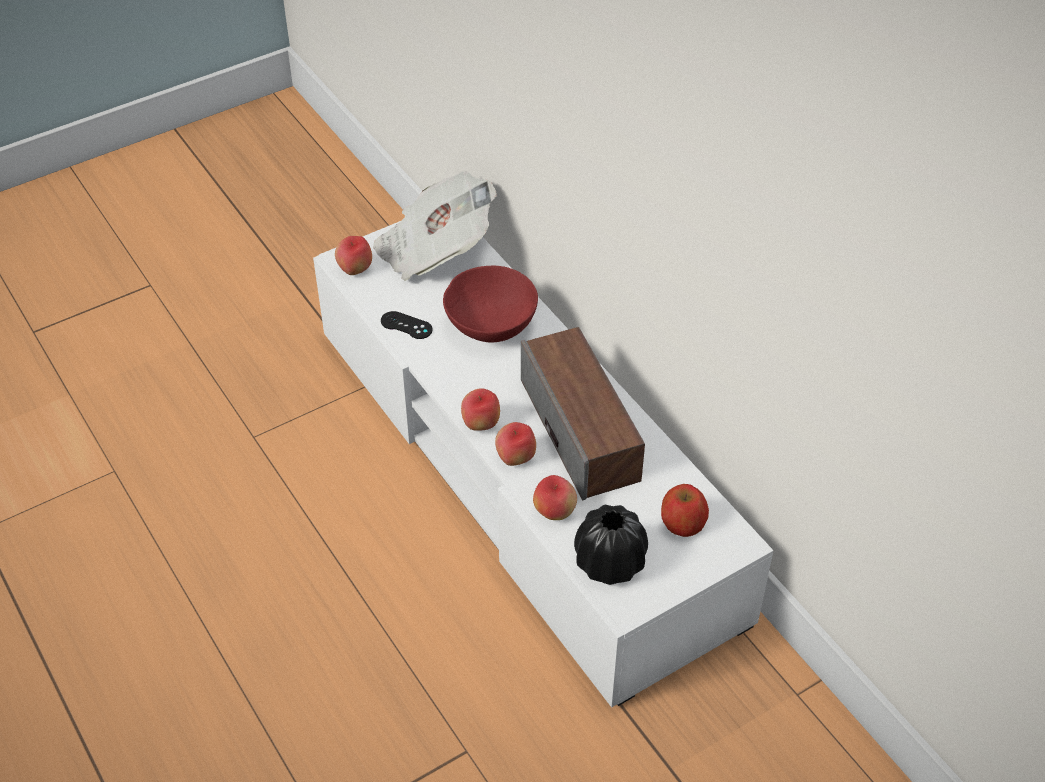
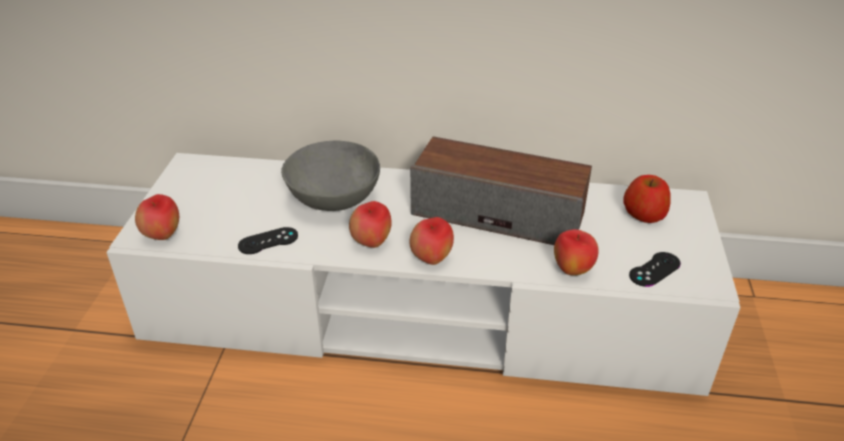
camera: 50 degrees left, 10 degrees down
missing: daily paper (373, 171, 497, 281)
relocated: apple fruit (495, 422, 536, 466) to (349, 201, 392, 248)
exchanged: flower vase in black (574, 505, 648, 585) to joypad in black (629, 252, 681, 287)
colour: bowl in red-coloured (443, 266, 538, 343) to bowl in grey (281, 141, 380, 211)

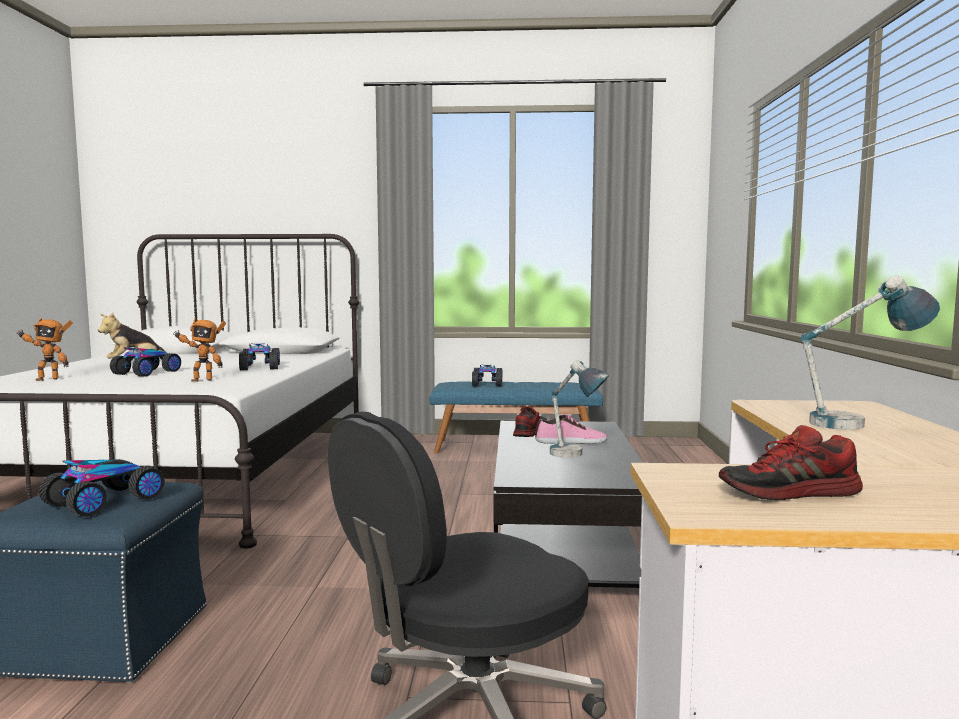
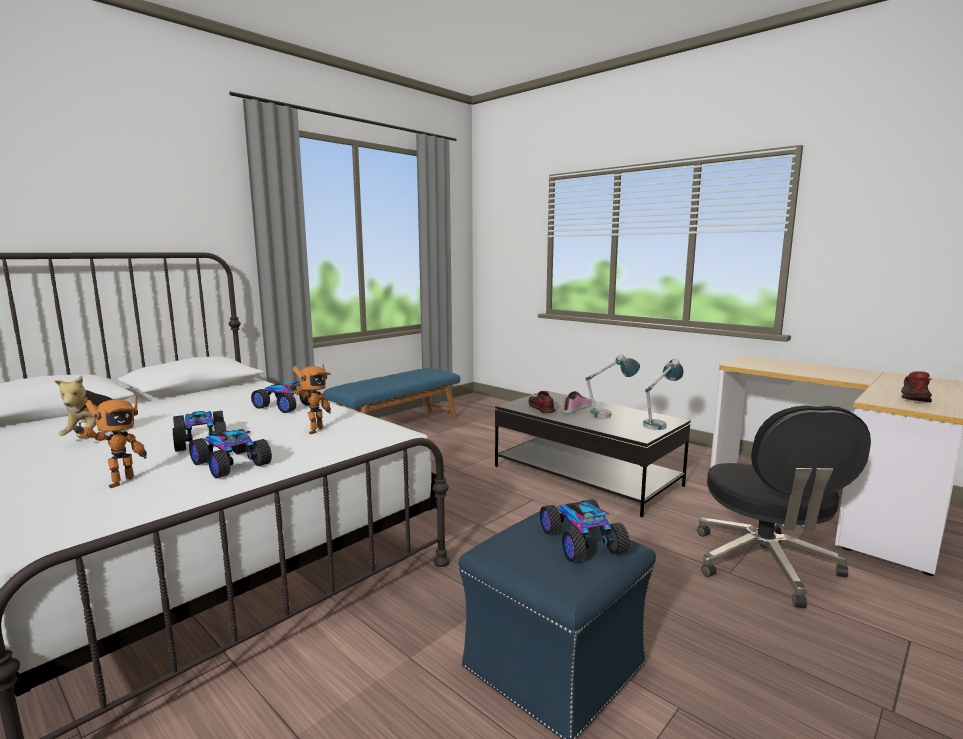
camera: 50 degrees left, 5 degrees up
relocated: miniature car (472, 365, 502, 386) to (189, 429, 272, 478); lamp for a table (800, 276, 940, 430) to (643, 359, 684, 430)

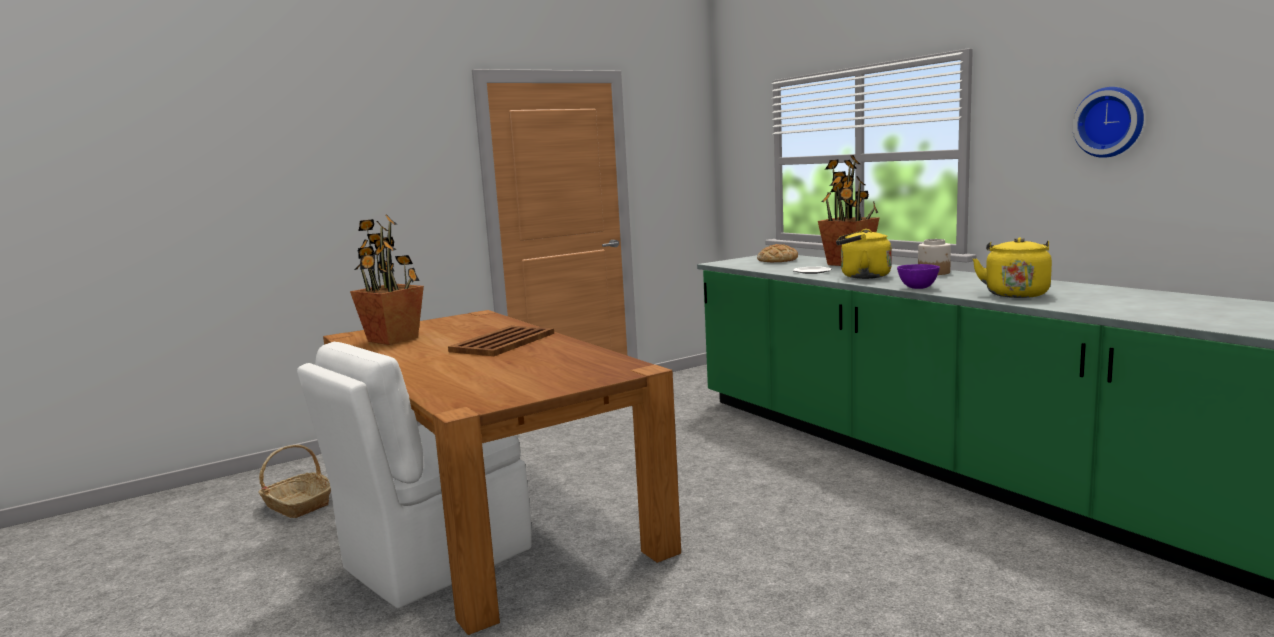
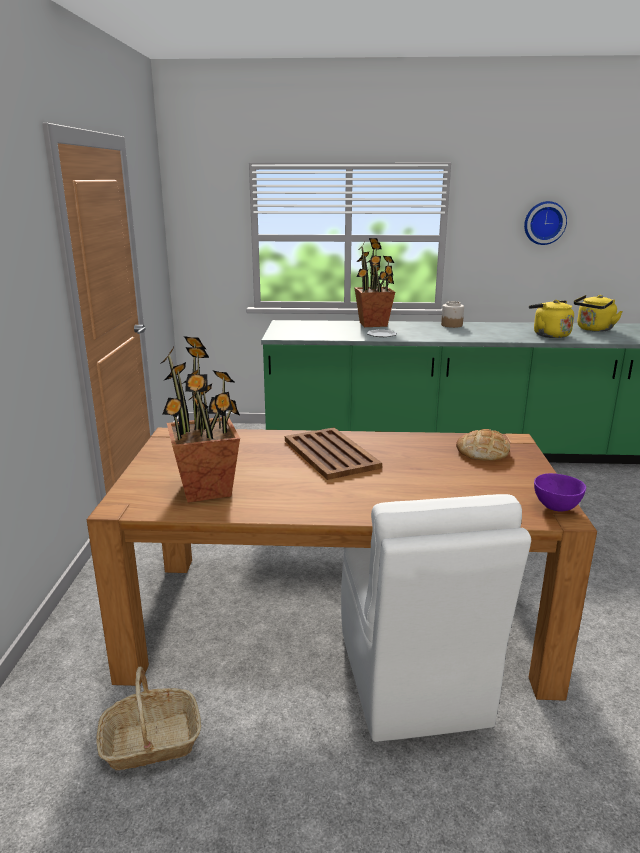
camera: 55 degrees left, 10 degrees up
relocated: baked bread (757, 244, 798, 262) to (456, 429, 510, 461); tea kettle in yellow (836, 229, 892, 279) to (574, 295, 623, 332); bowl in purple-coloured (897, 264, 940, 289) to (534, 473, 586, 511)

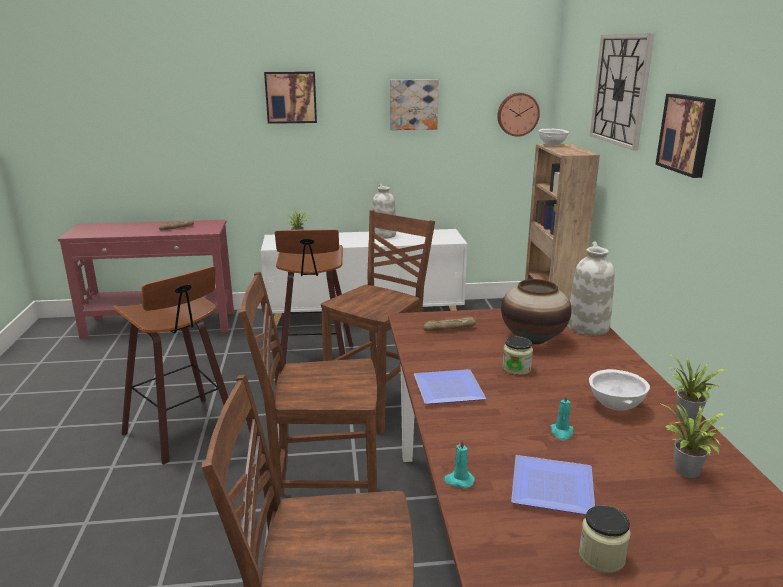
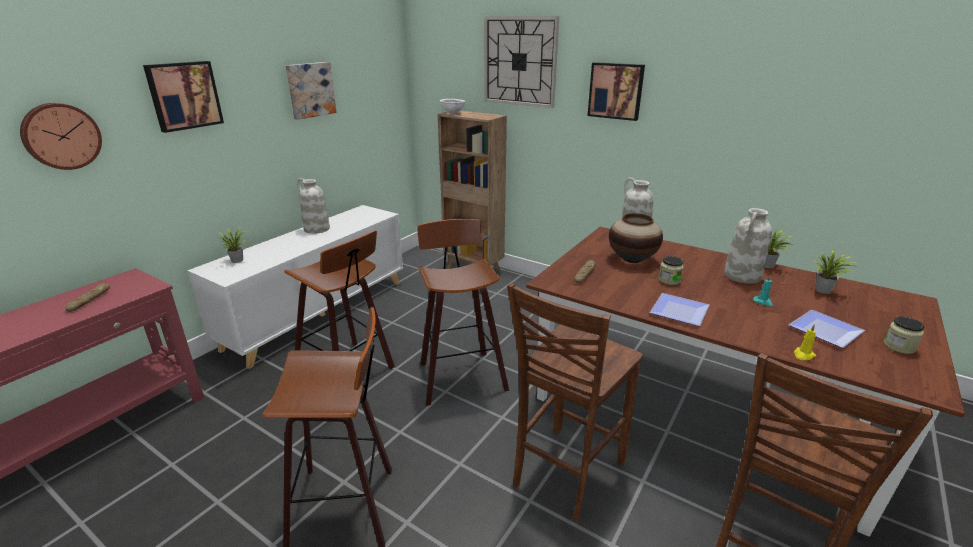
camera: 50 degrees left, 5 degrees up
relocated: hanging clock (497, 93, 540, 137) to (20, 103, 102, 170)
exchanged: upright chair in brown (321, 210, 435, 435) to stool (417, 219, 509, 406); bowl in white-coloured (589, 369, 650, 411) to flower vase in white-coloured (724, 208, 772, 284)
colour: candle in blue-green (443, 438, 475, 488) to candle in yellow (794, 324, 816, 360)

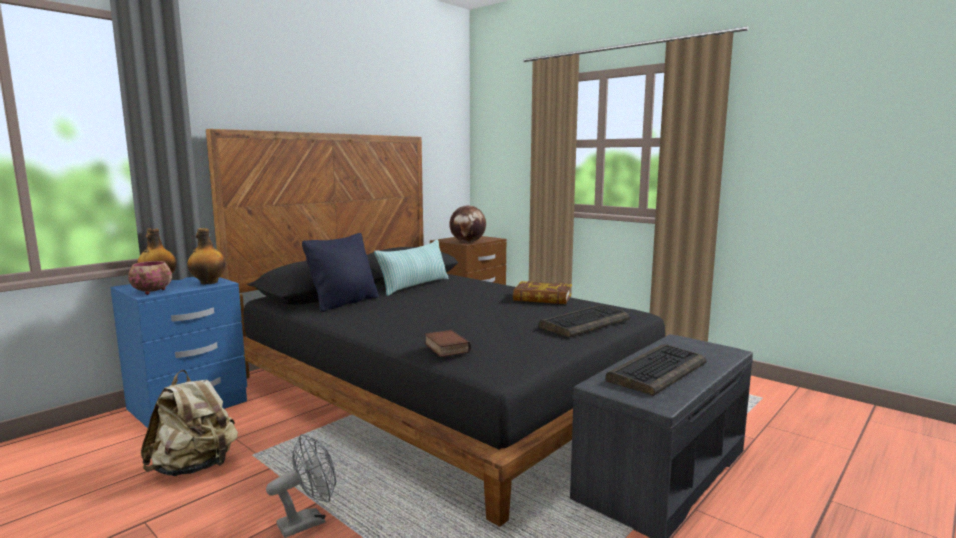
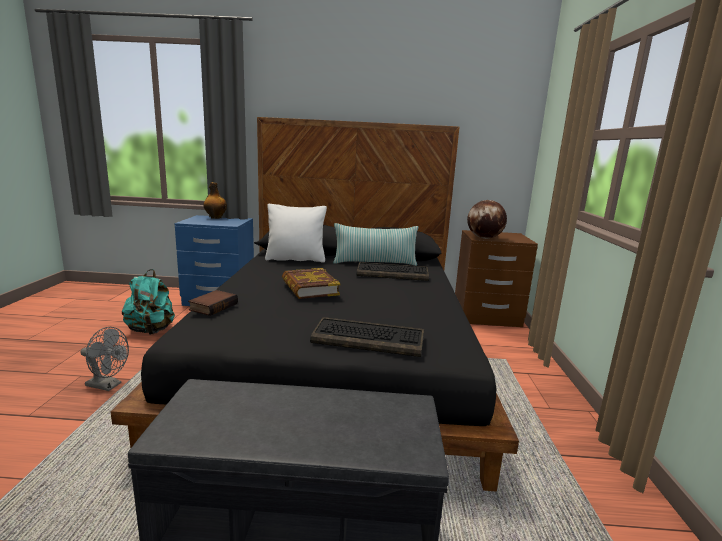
camera: 50 degrees right, 5 degrees up
missing: bowl (128, 261, 172, 295); drink bottle (187, 228, 226, 284)
relocated: bound book (513, 281, 572, 304) to (282, 268, 341, 299); PC keyboard (606, 344, 707, 396) to (356, 262, 429, 281)
colour: knapsack in beige (141, 370, 238, 476) to knapsack in blue-green (122, 269, 175, 335); cushion in black (302, 233, 379, 312) to cushion in white-coloured (265, 204, 327, 263)

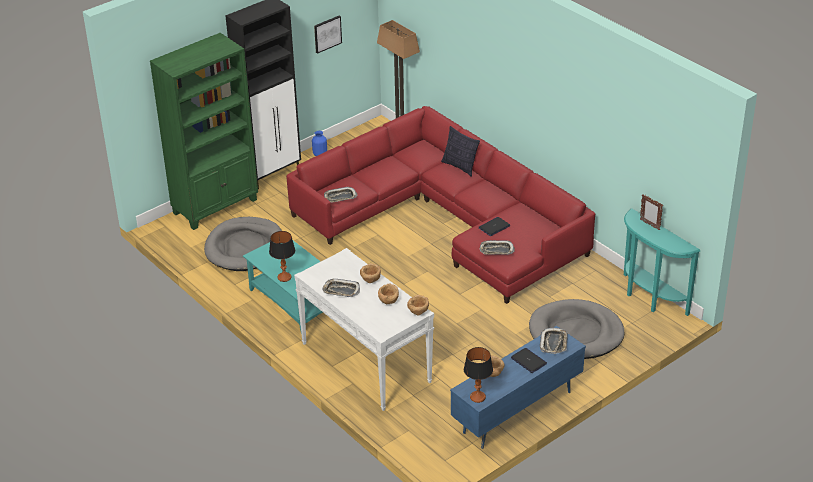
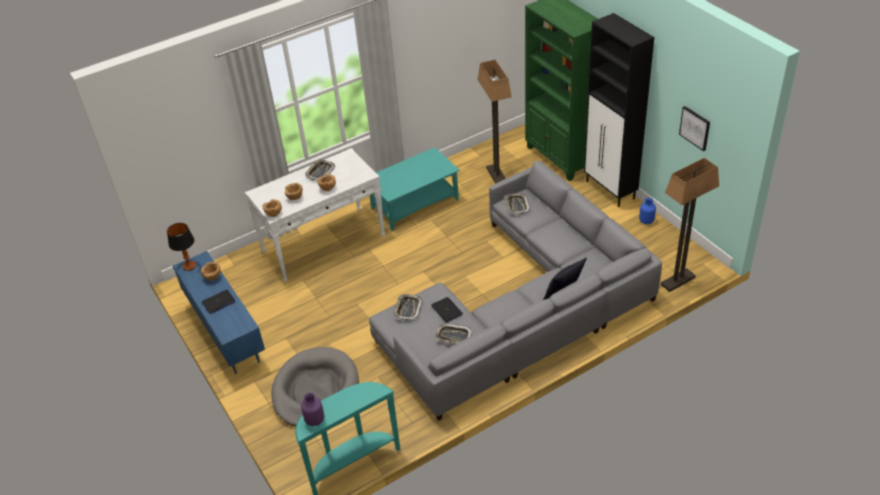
camera: 100 degrees right, 5 degrees up
missing: lamp for a table (269, 231, 295, 282); standing frame (640, 194, 663, 230)
appeared: flower vase in purple-coloured (301, 393, 325, 426)
relocated: carrying tray (540, 328, 568, 354) to (435, 323, 472, 344)
exchanged: dog bed in grey (204, 217, 282, 271) to standing lamp (478, 60, 512, 184)
colour: settee in red-coloured (286, 106, 595, 304) to settee in grey (369, 161, 662, 421)

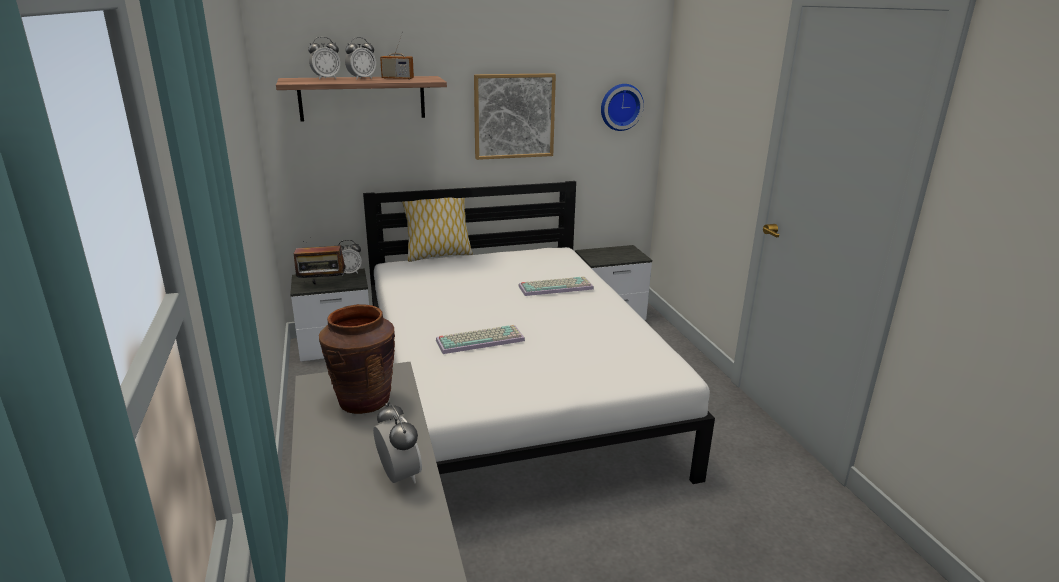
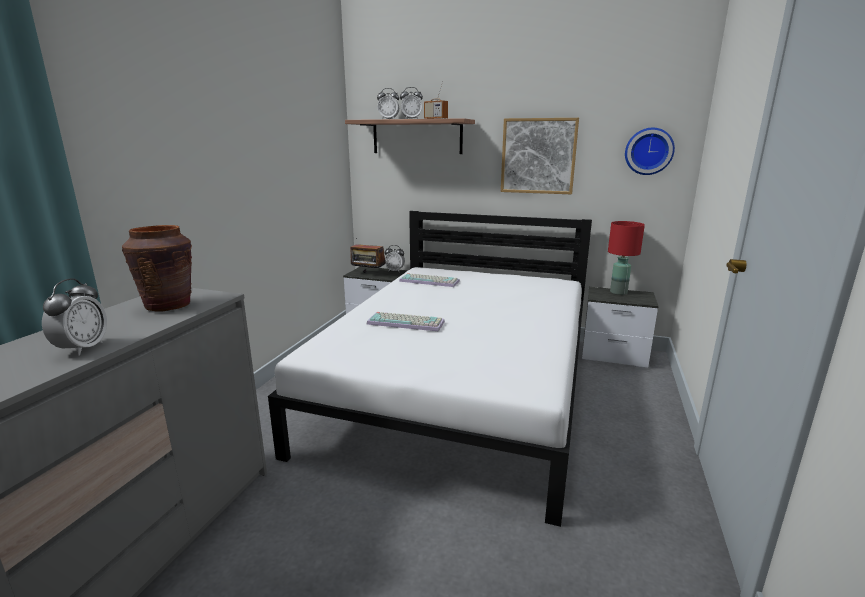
camera: 35 degrees right, 5 degrees down
missing: cushion (402, 198, 473, 262)
appeared: lamp for a table in red-coloured (608, 221, 645, 295)
relocated: PC keyboard (519, 276, 594, 296) to (399, 273, 460, 287)

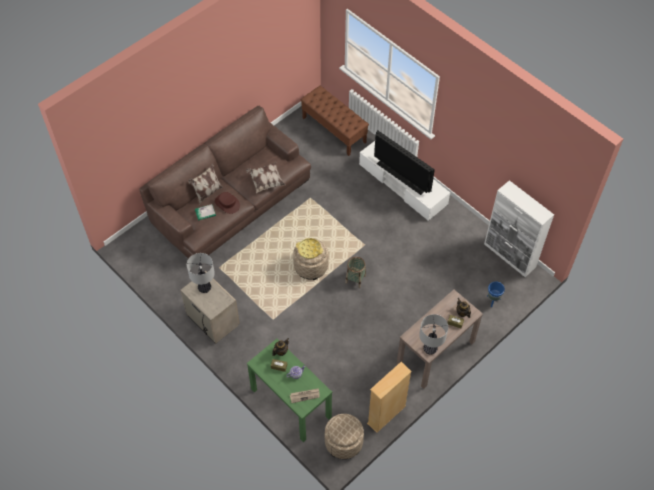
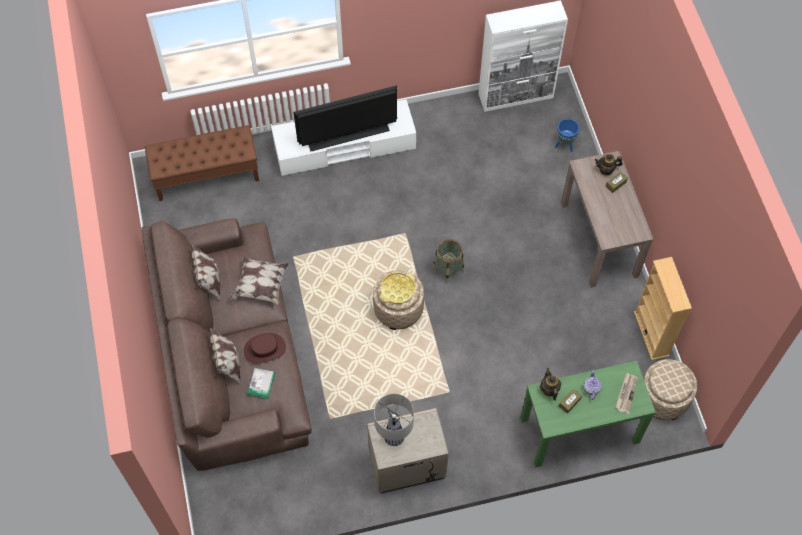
camera: 60 degrees left, 5 degrees up
missing: lamp for a table (419, 314, 448, 355)
appeared: cushion (191, 244, 221, 302)

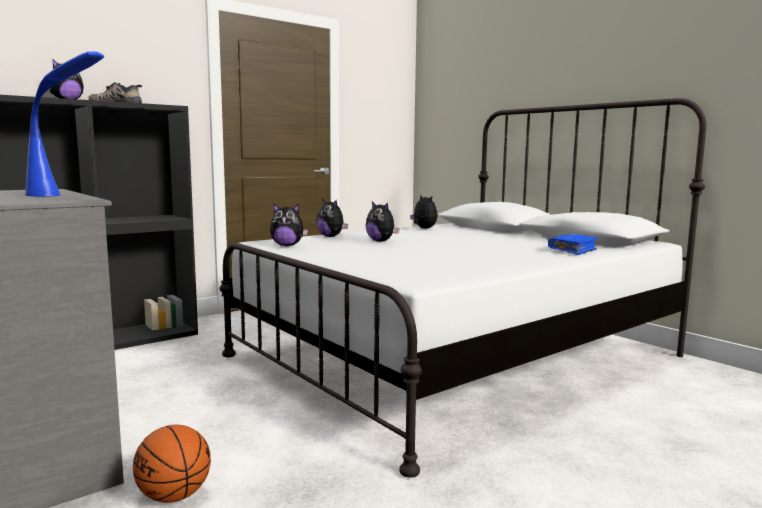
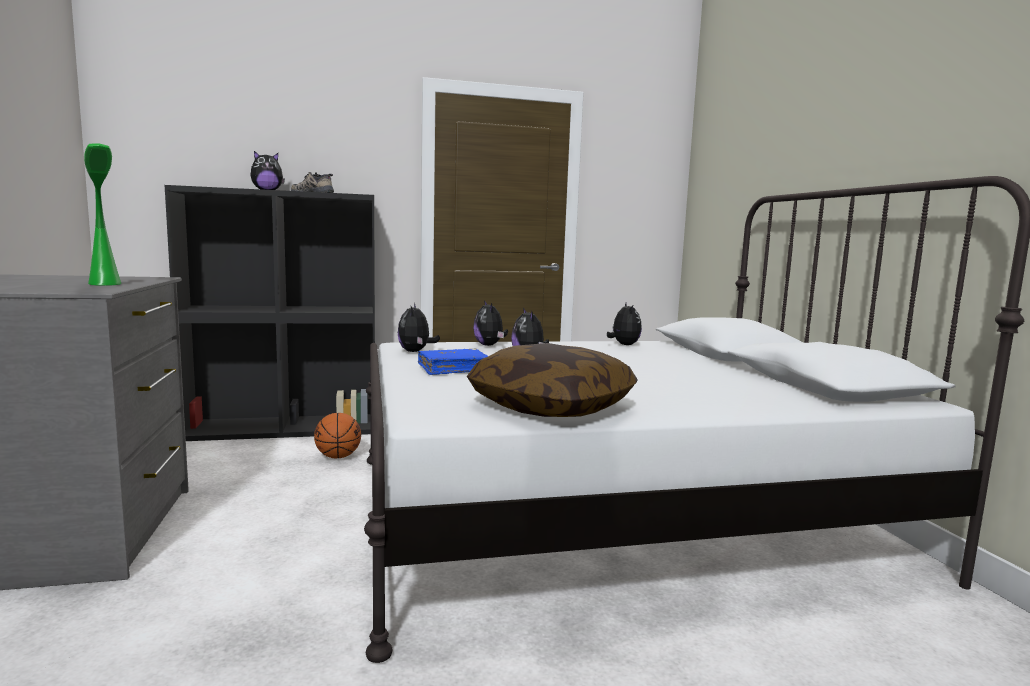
camera: 25 degrees right, 0 degrees up
appeared: cushion (467, 343, 638, 417)
relocated: ball for basketball (133, 425, 211, 503) to (314, 413, 361, 458); bound book in blue-coloured (548, 234, 598, 255) to (418, 349, 488, 375)
colour: lamp for a table in blue-coloured (25, 51, 104, 197) to lamp for a table in green (84, 143, 121, 286)
spun: soft toy (270, 204, 308, 246) = (398, 303, 440, 352) 60 degrees clockwise

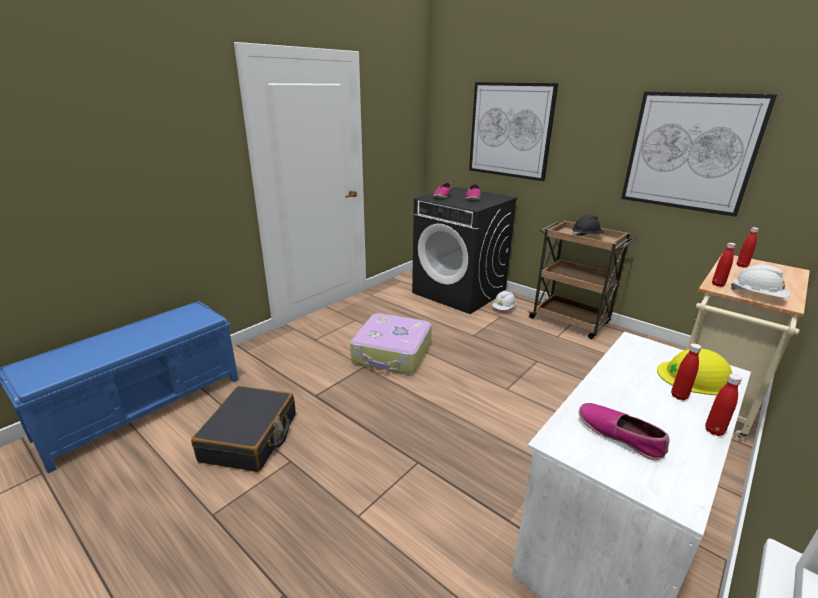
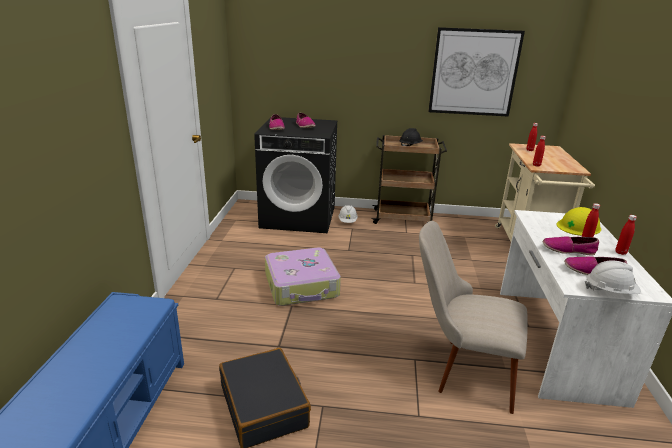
camera: 35 degrees left, 0 degrees up
missing: wall picture (469, 82, 558, 181)
appeared: upright chair in beige (419, 221, 528, 414); shoe (543, 237, 599, 256)
relocated: work helmet in white-coloured (731, 264, 790, 298) to (585, 260, 641, 294)

